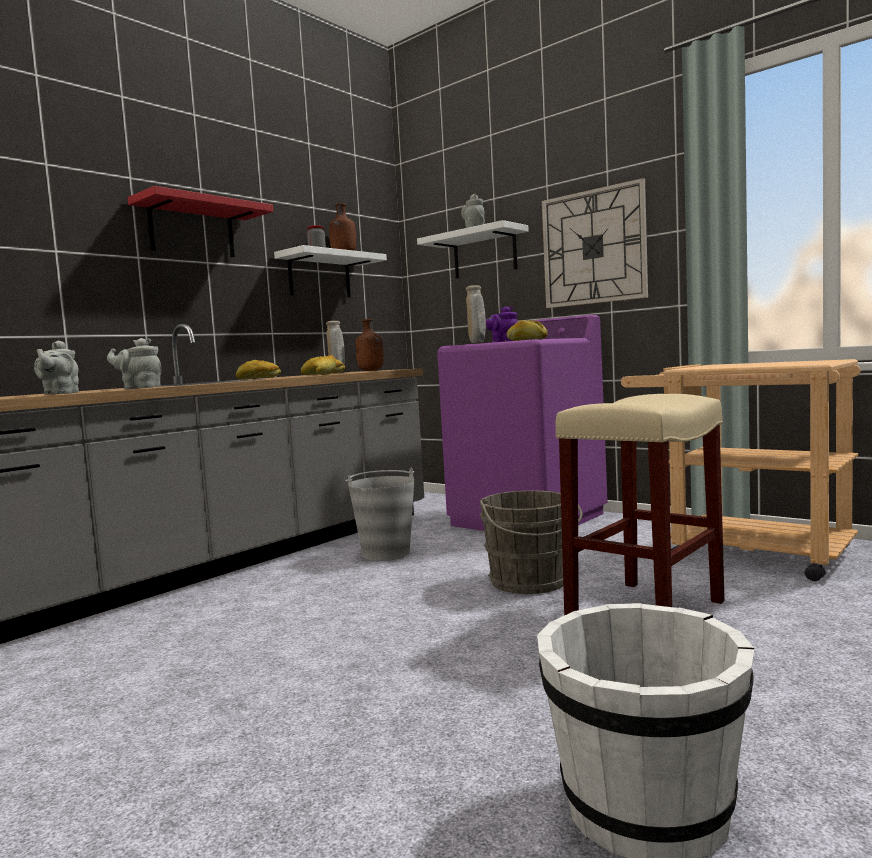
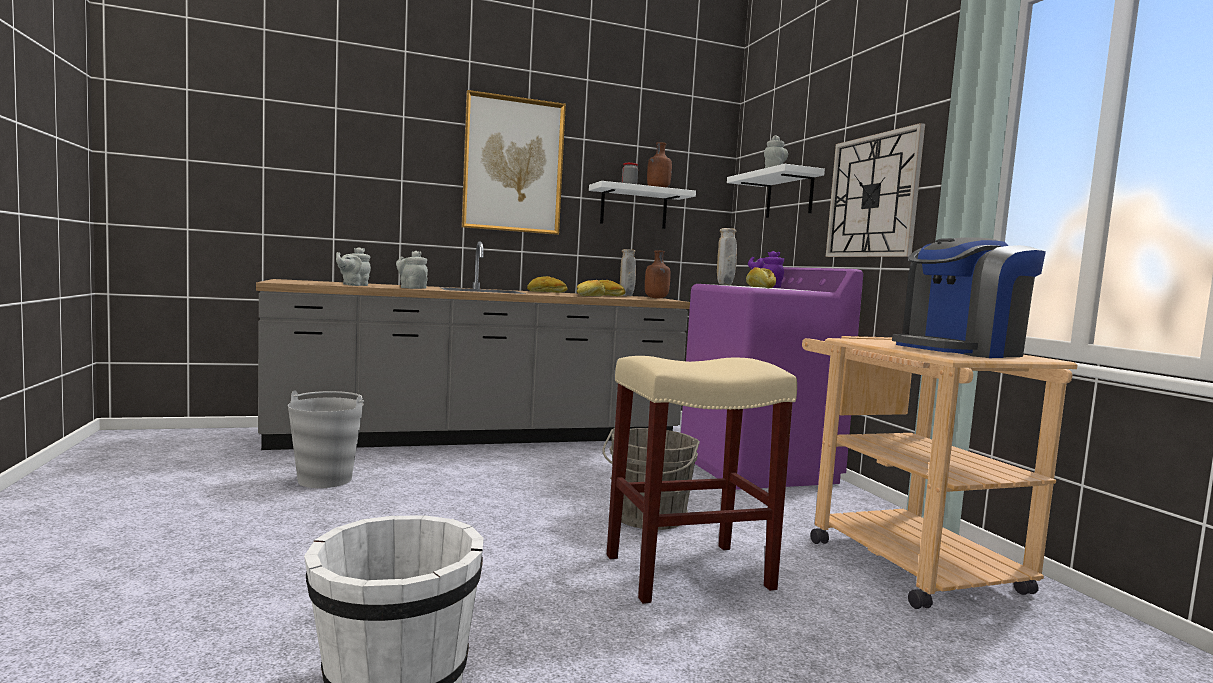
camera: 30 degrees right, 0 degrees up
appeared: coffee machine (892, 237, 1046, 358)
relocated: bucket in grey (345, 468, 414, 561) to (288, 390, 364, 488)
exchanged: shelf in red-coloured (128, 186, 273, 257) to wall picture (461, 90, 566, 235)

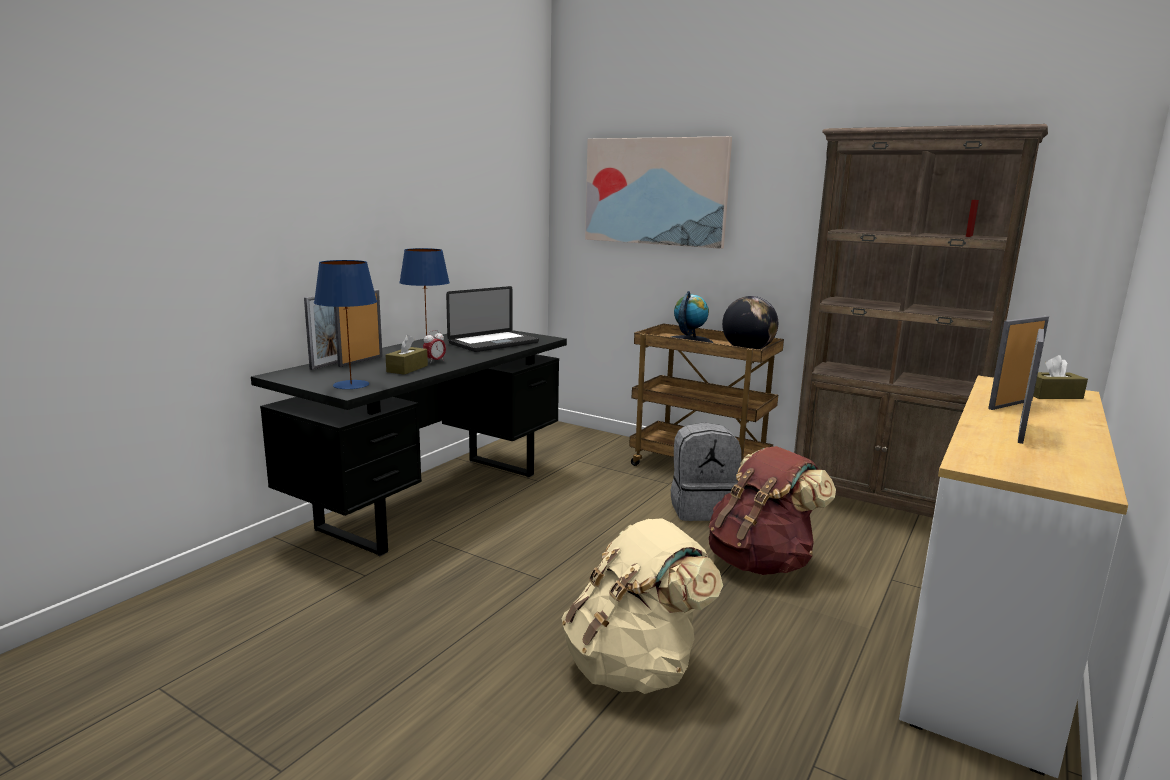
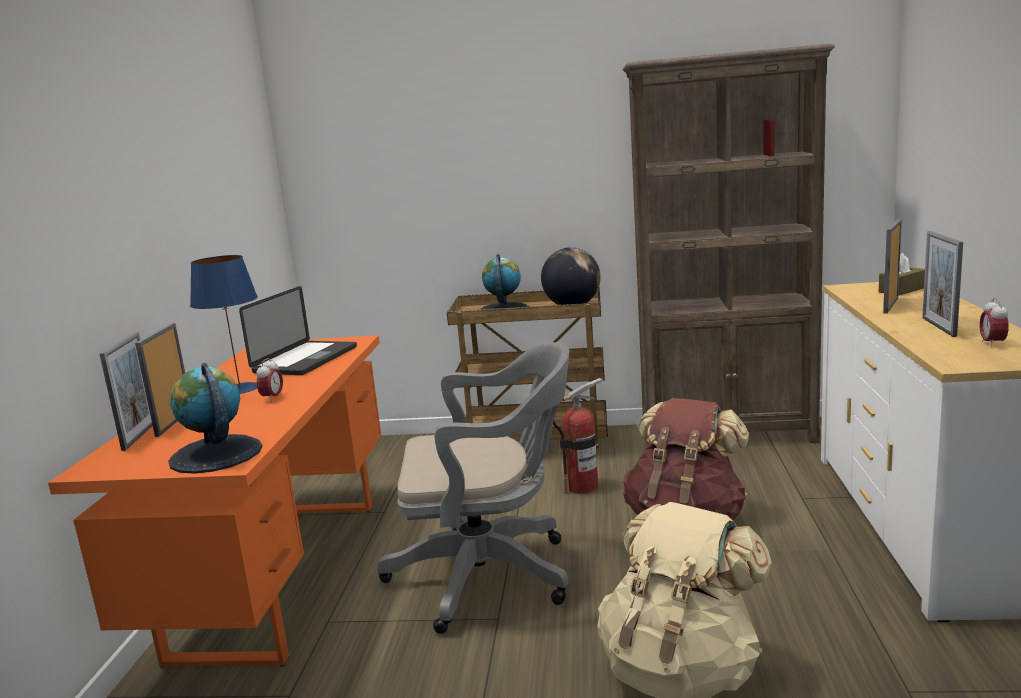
camera: 25 degrees left, 0 degrees up
missing: tissue box in brown (386, 335, 428, 375); wall picture (585, 136, 732, 249)
appeared: computer chair in grey (377, 342, 570, 634); alarm clock (980, 298, 1009, 348)
exchanged: lamp for a table in blue-coloured (314, 260, 377, 389) to world globe (168, 363, 263, 474); knapsack in grey (671, 422, 742, 521) to fire extinguisher (553, 378, 603, 494)
colour: desk unit in black (251, 330, 567, 556) to desk unit in orange-coloured (48, 335, 381, 667)

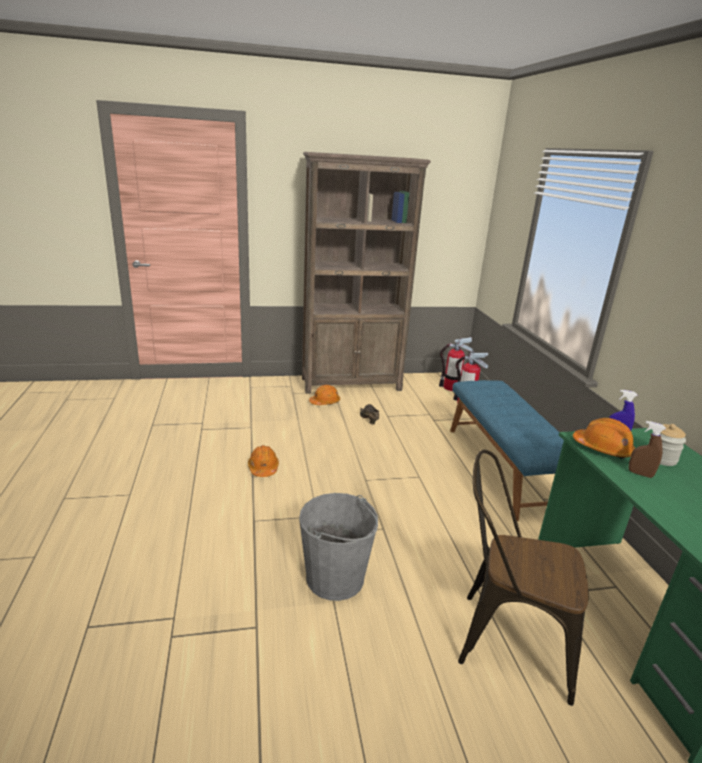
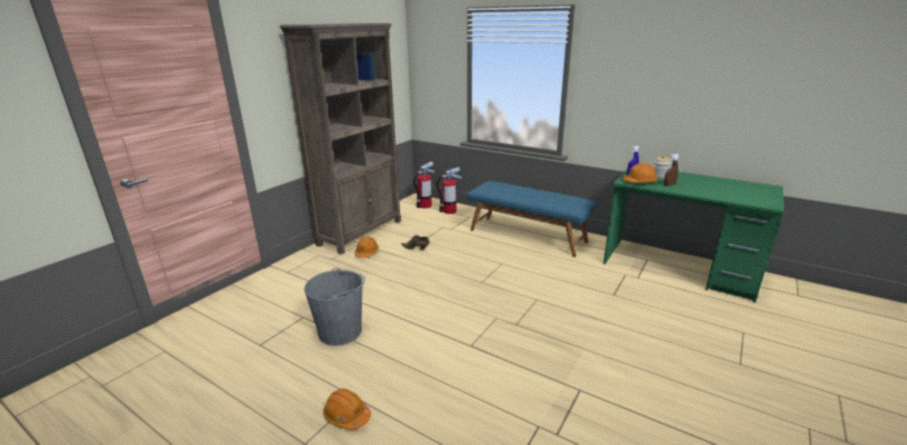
camera: 45 degrees left, 0 degrees up
missing: upright chair in brown (458, 450, 589, 706)
relocated: work helmet in orange-coloured (248, 445, 279, 477) to (323, 389, 371, 430); bucket in grey (299, 493, 378, 601) to (304, 268, 365, 346)

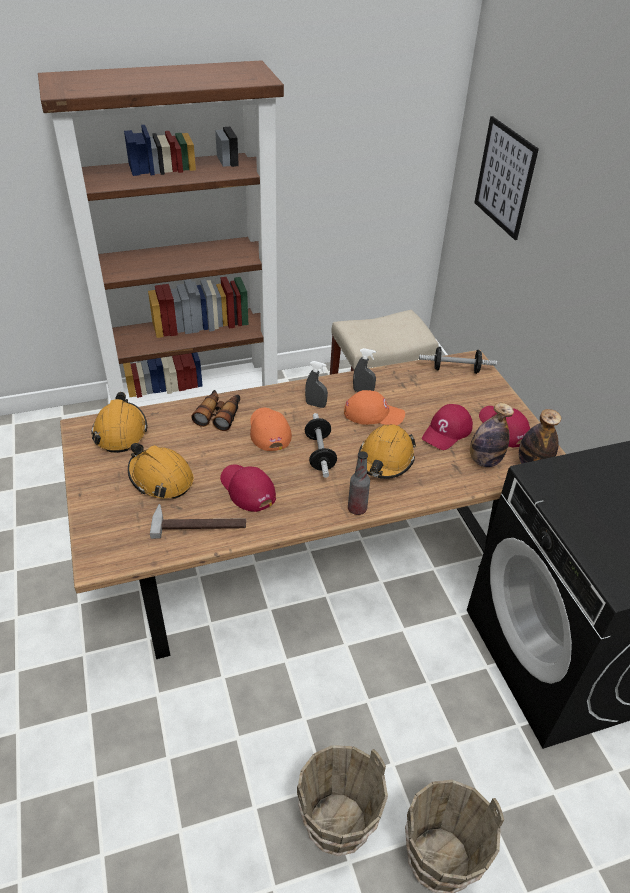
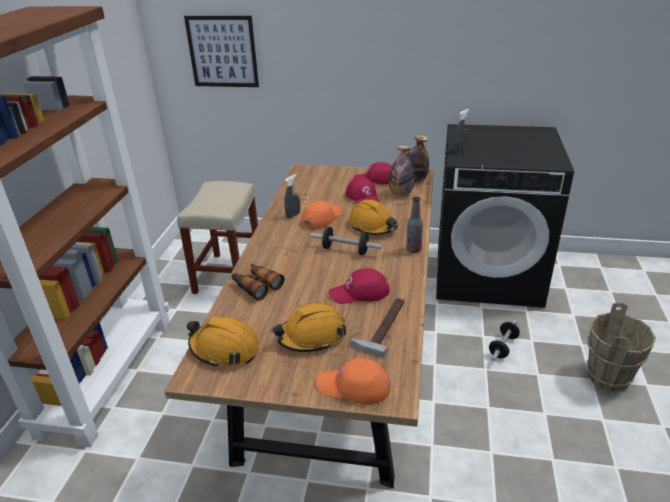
camera: 60 degrees left, 10 degrees down
missing: bucket in brown (297, 745, 388, 856)
relocated: cap in orange-coloured (250, 408, 292, 451) to (316, 358, 391, 404); hand sprayer in grey (305, 361, 328, 408) to (454, 109, 469, 152); free weight (419, 347, 497, 374) to (489, 320, 520, 361)

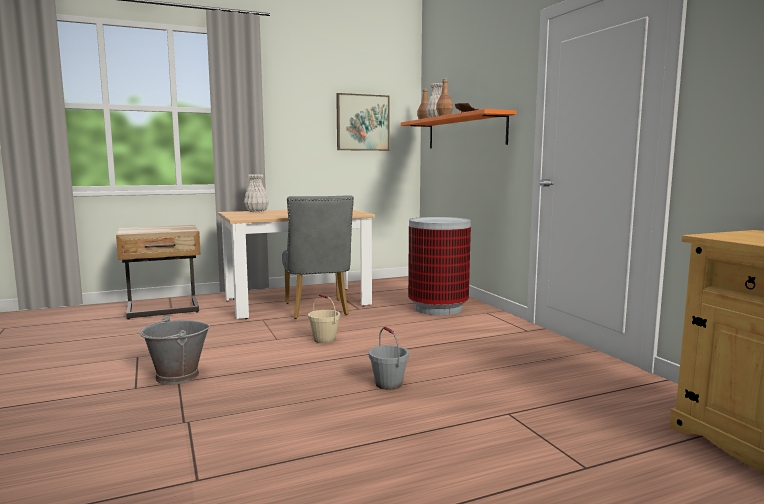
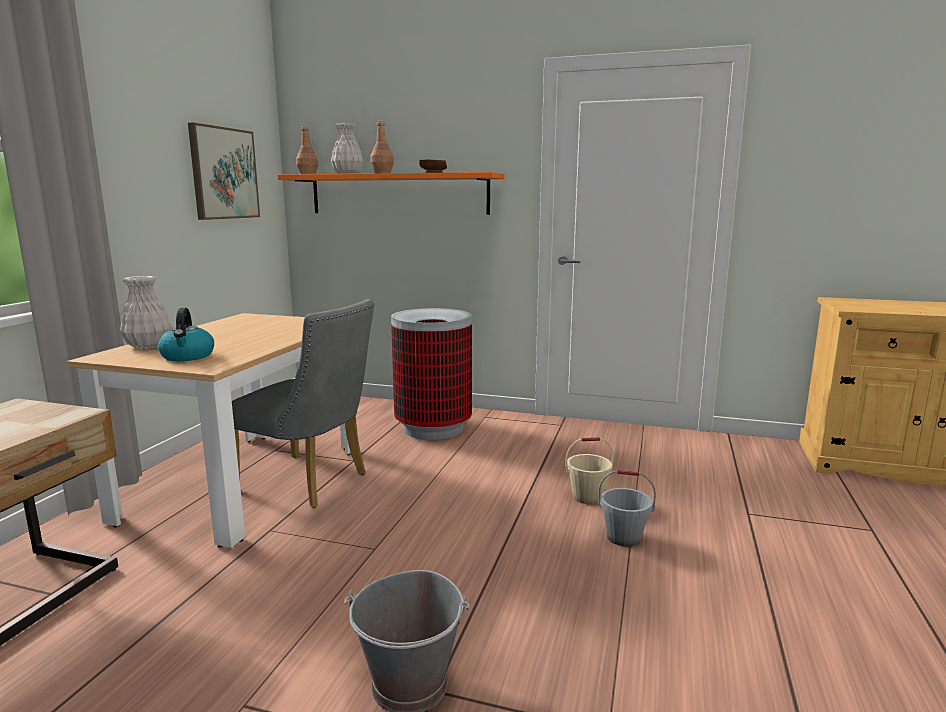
camera: 50 degrees left, 5 degrees up
appeared: tea kettle (158, 308, 214, 361)
relocated: bucket in beige (308, 294, 340, 344) to (565, 437, 614, 504)

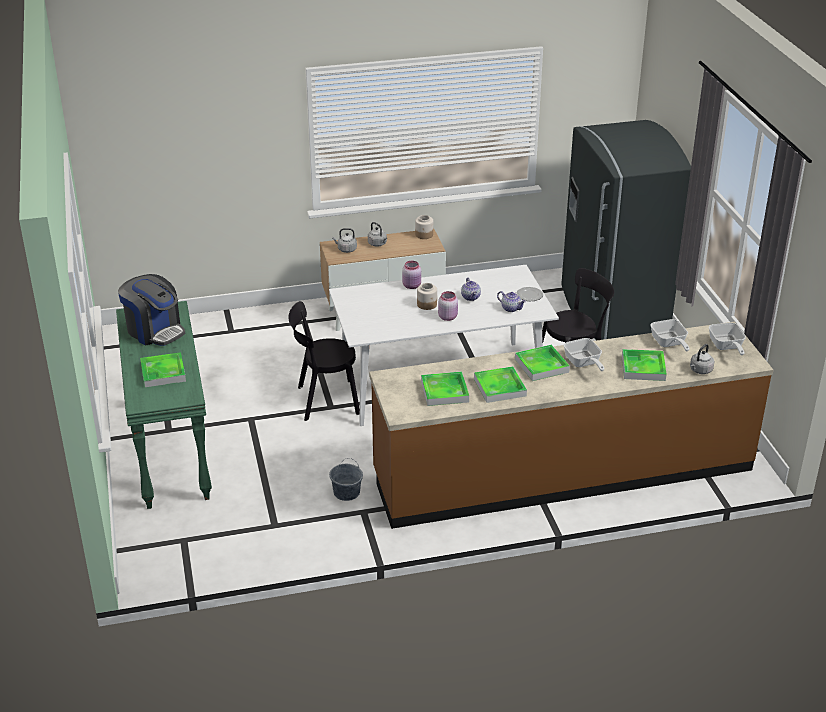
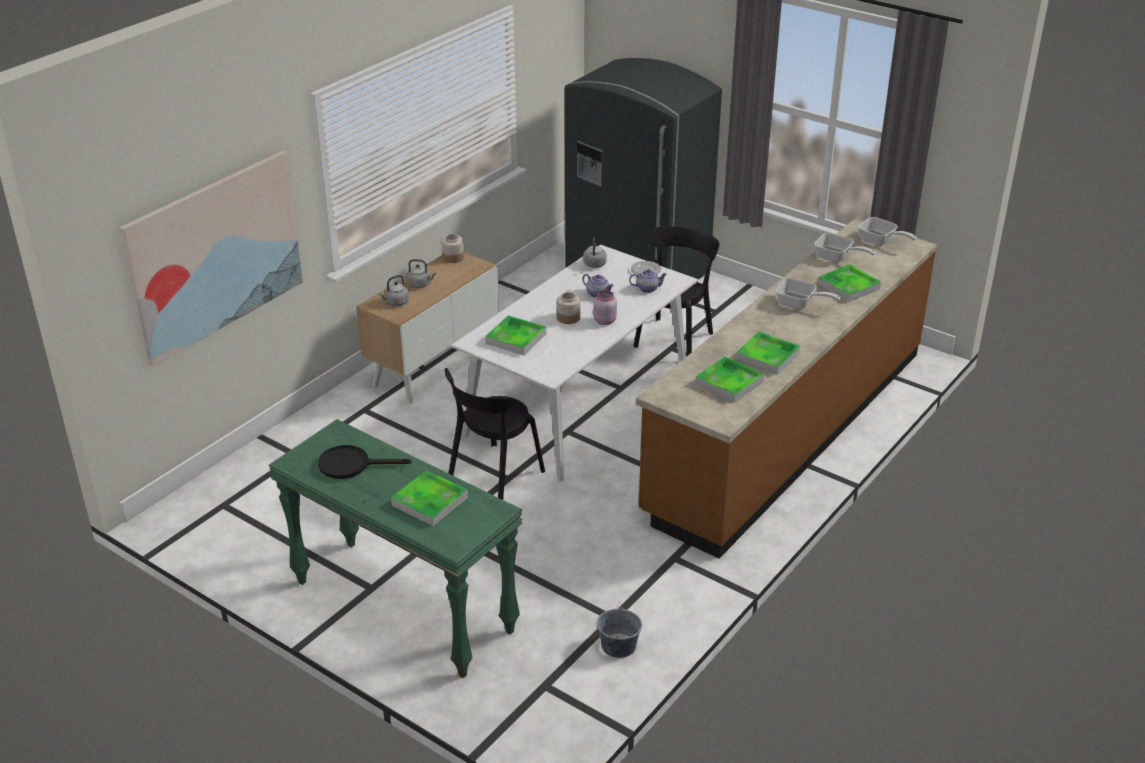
camera: 40 degrees left, 0 degrees up
missing: jar in pink-coloured (402, 261, 421, 289)
appeared: wall picture (119, 151, 303, 367)
relocated: bucket in grey (329, 458, 363, 501) to (597, 602, 642, 658); carrying tray (515, 345, 570, 381) to (485, 315, 546, 355); tea kettle in grey (690, 344, 714, 374) to (583, 237, 607, 268)
exchanged: coffee machine (118, 274, 185, 346) to pan in black (318, 445, 412, 479)

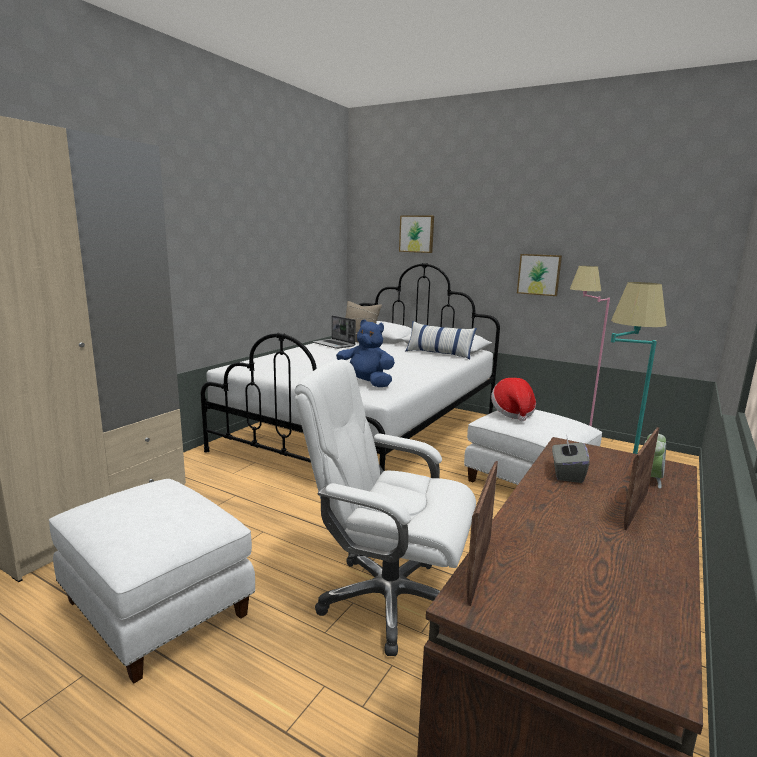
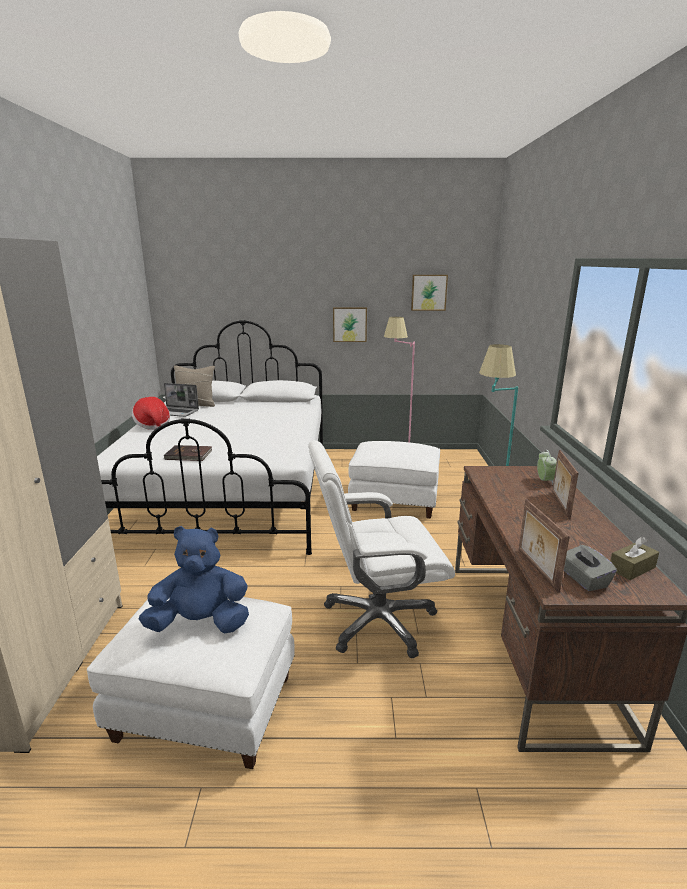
camera: 30 degrees left, 5 degrees up
missing: cushion (405, 321, 477, 359)
appeared: bound book in brown (163, 445, 212, 461); tissue box in brown (610, 537, 659, 580)
relocated: soft toy in blue-coloured (336, 320, 395, 387) to (139, 526, 249, 634); wall picture (399, 216, 434, 253) to (411, 275, 448, 311); hat (491, 378, 536, 421) to (132, 397, 170, 430); tissue box in grey (552, 434, 589, 483) to (564, 545, 617, 591)

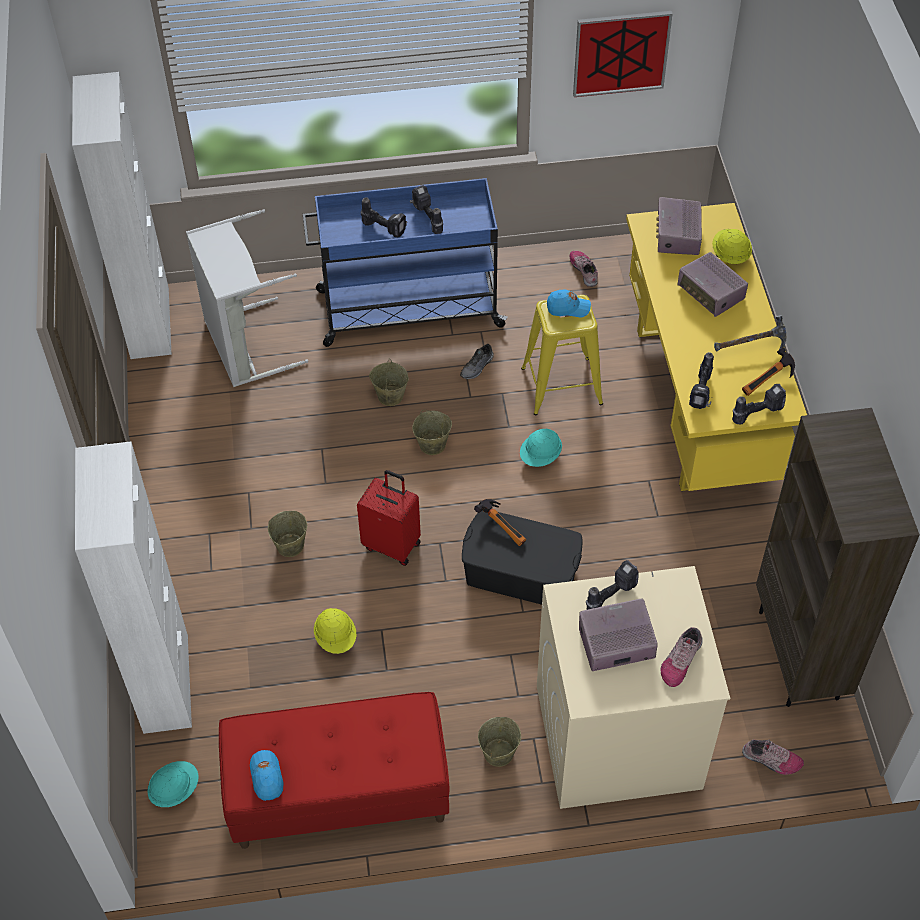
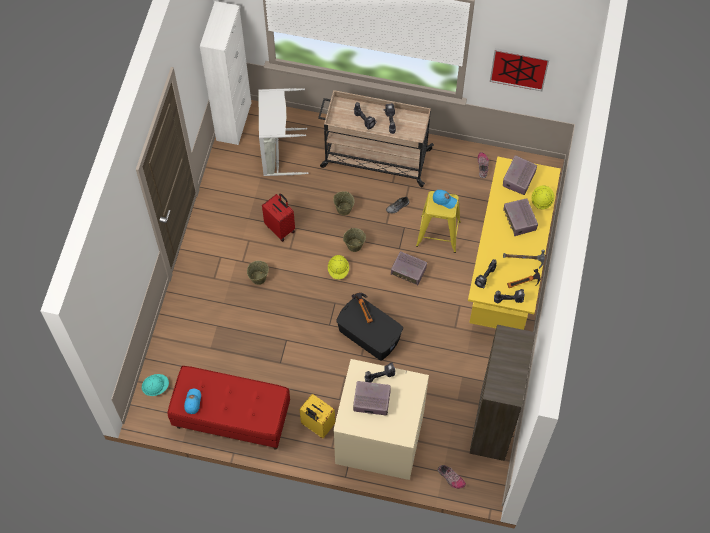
camera: 20 degrees right, 10 degrees up
missing: storage cabinet in white-coloured (75, 442, 192, 734); shoe (661, 627, 703, 687)
relocated: work helmet in yellow (314, 608, 356, 654) to (328, 255, 349, 280); piece of luggage in red-coloured (357, 470, 421, 566) to (262, 193, 295, 241)
exchanged: bucket in beige (478, 717, 521, 767) to piece of luggage in yellow (300, 394, 335, 438); work helmet in blue-green (520, 429, 562, 467) to radio receiver (391, 251, 427, 286)
colour: wheeled cart in blue-coloured (303, 178, 508, 347) to wheeled cart in beige (318, 90, 434, 187)

